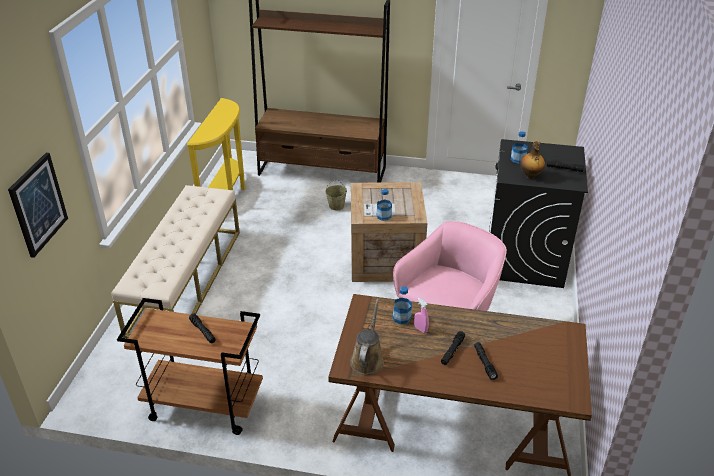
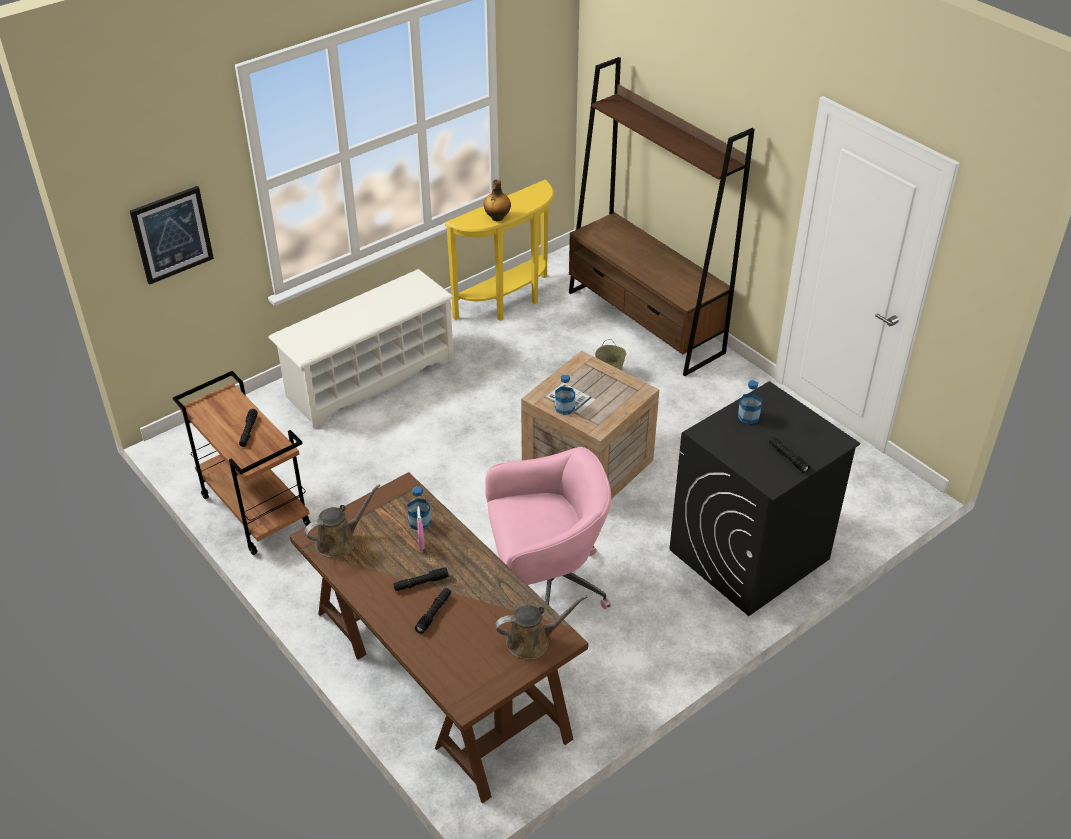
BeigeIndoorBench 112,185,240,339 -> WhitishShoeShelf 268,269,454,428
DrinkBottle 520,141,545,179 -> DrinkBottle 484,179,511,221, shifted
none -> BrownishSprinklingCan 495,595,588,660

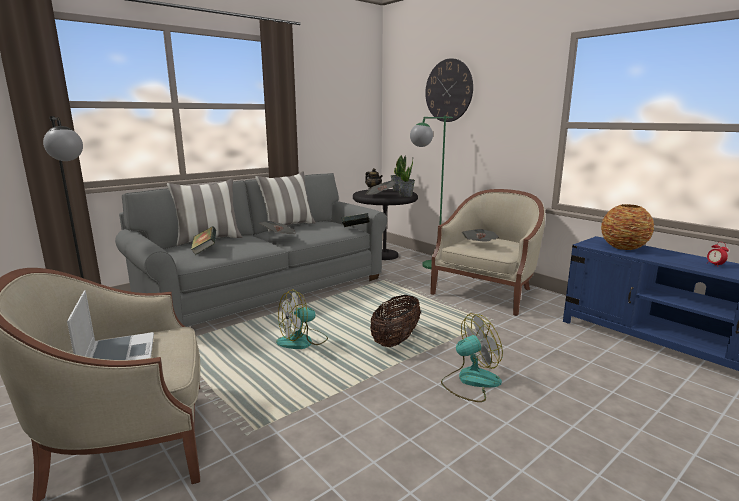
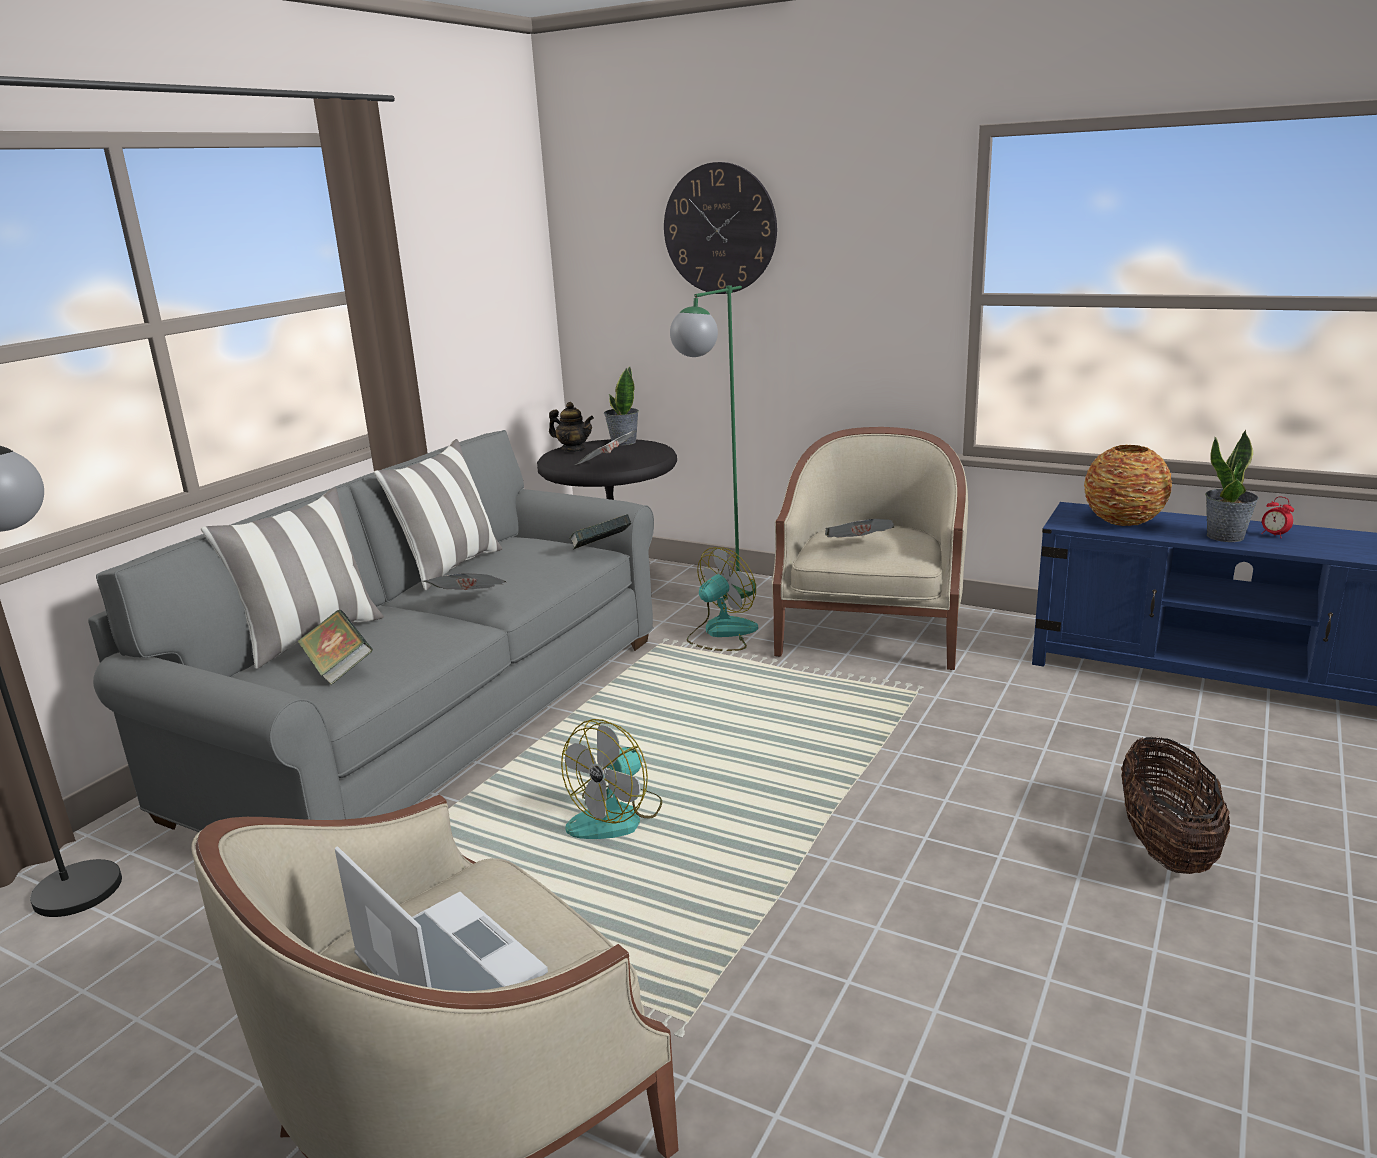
HouseholdBasket 370,295,421,347 -> HouseholdBasket 1121,736,1230,874, shifted
Houseplant 398,158,415,197 -> Houseplant 1205,430,1259,542, shifted
Fan 441,313,503,402 -> Fan 687,547,758,651, shifted

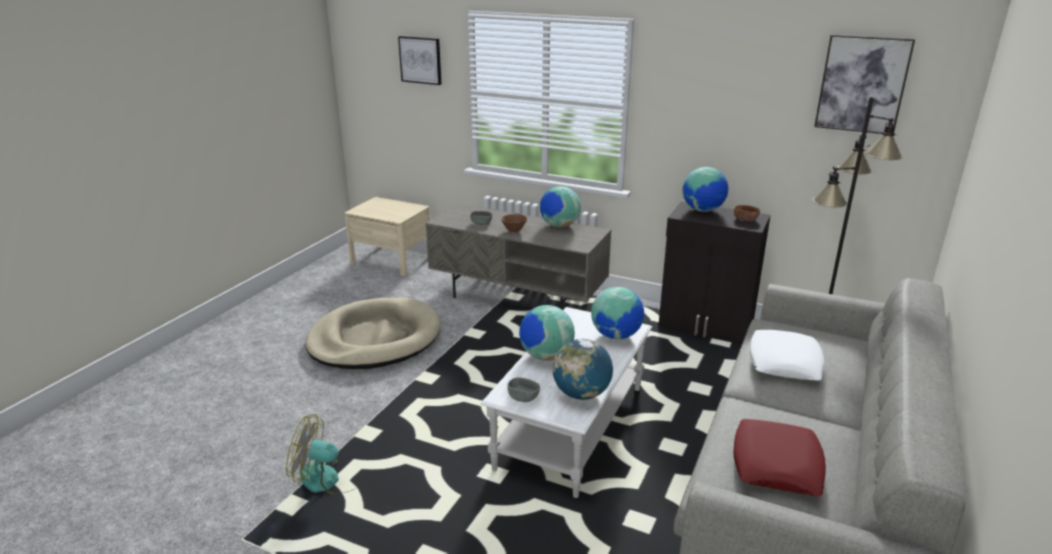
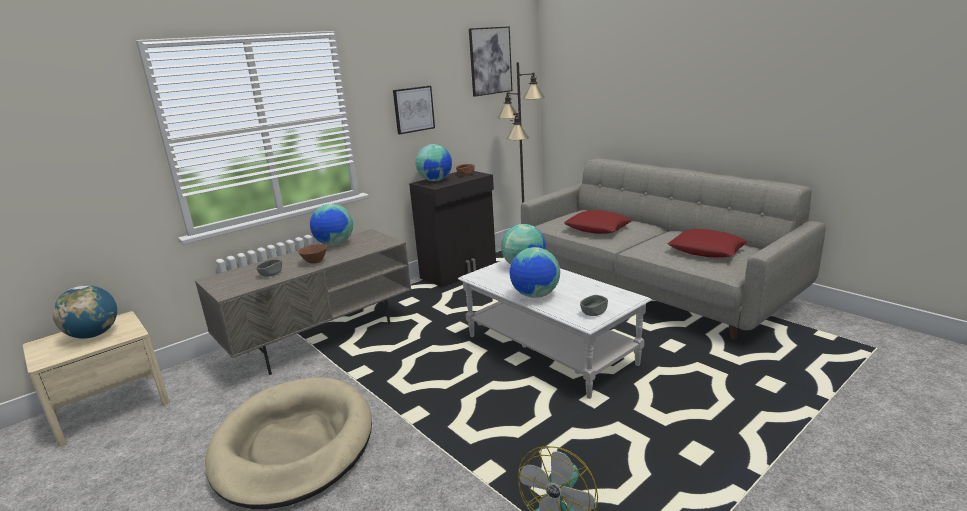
WallPicture 398,36,441,85 -> WallPicture 393,86,435,134, shifted
DeskGlobe 552,339,613,400 -> DeskGlobe 53,285,117,339, shifted
WhitishCushion 750,330,824,380 -> ReddishCushion 564,210,632,234

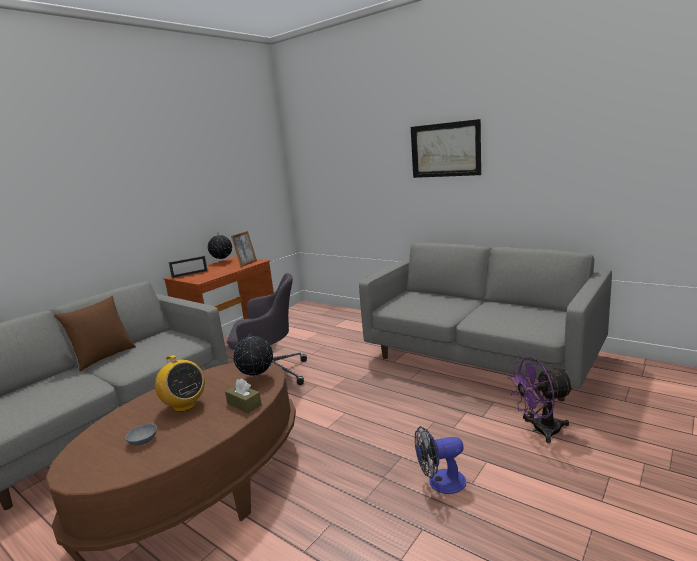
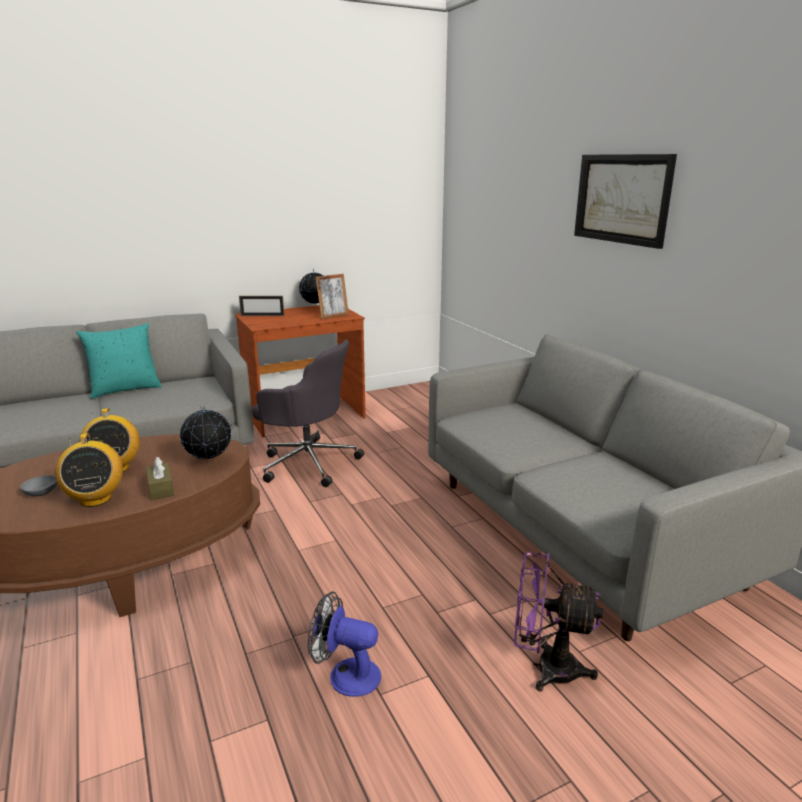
BrownishCushion 54,296,136,371 -> BlueGreenCushion 76,323,162,399
none -> Radio 55,433,123,507

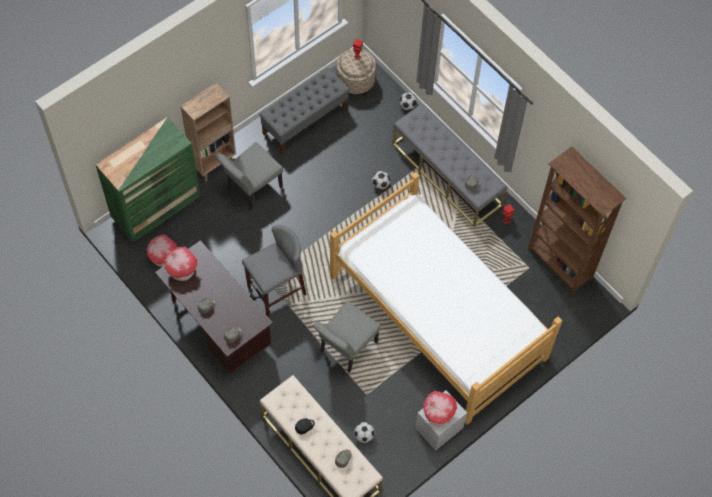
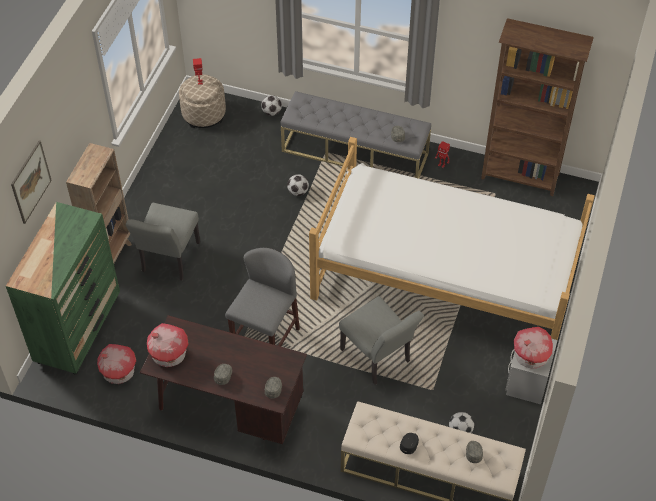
GreyIndoorBench 259,68,350,154 -> none
GreyUprightChair 313,301,381,373 -> GreyUprightChair 339,296,424,385, 45 degrees counterclockwise
none -> WallPicture 11,141,52,224

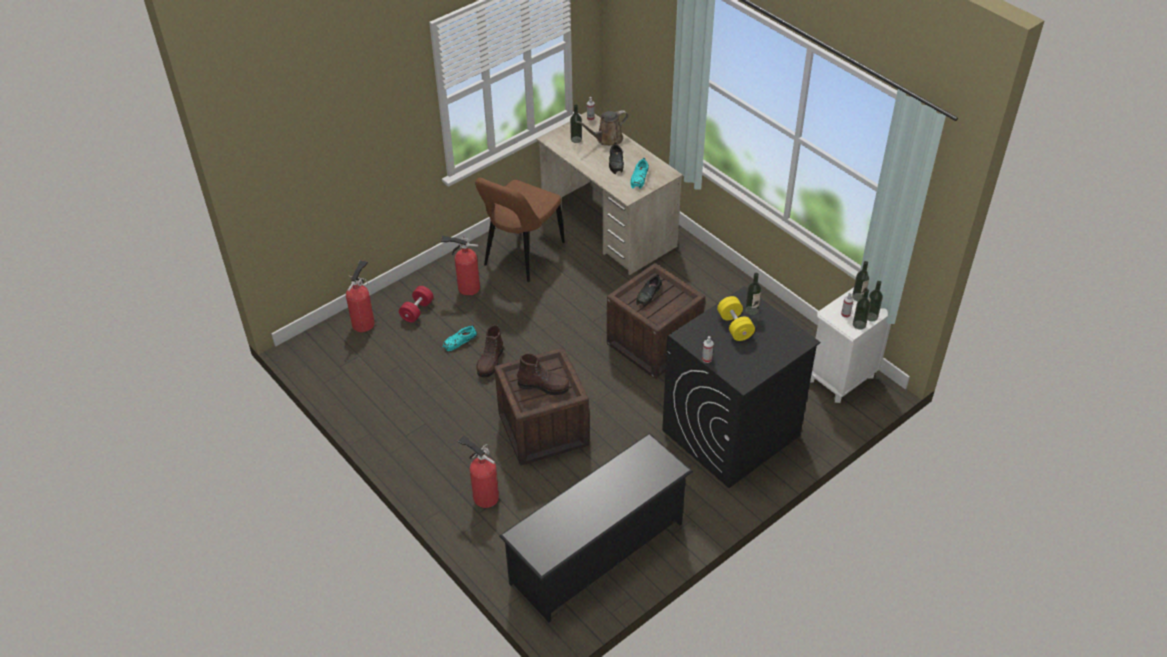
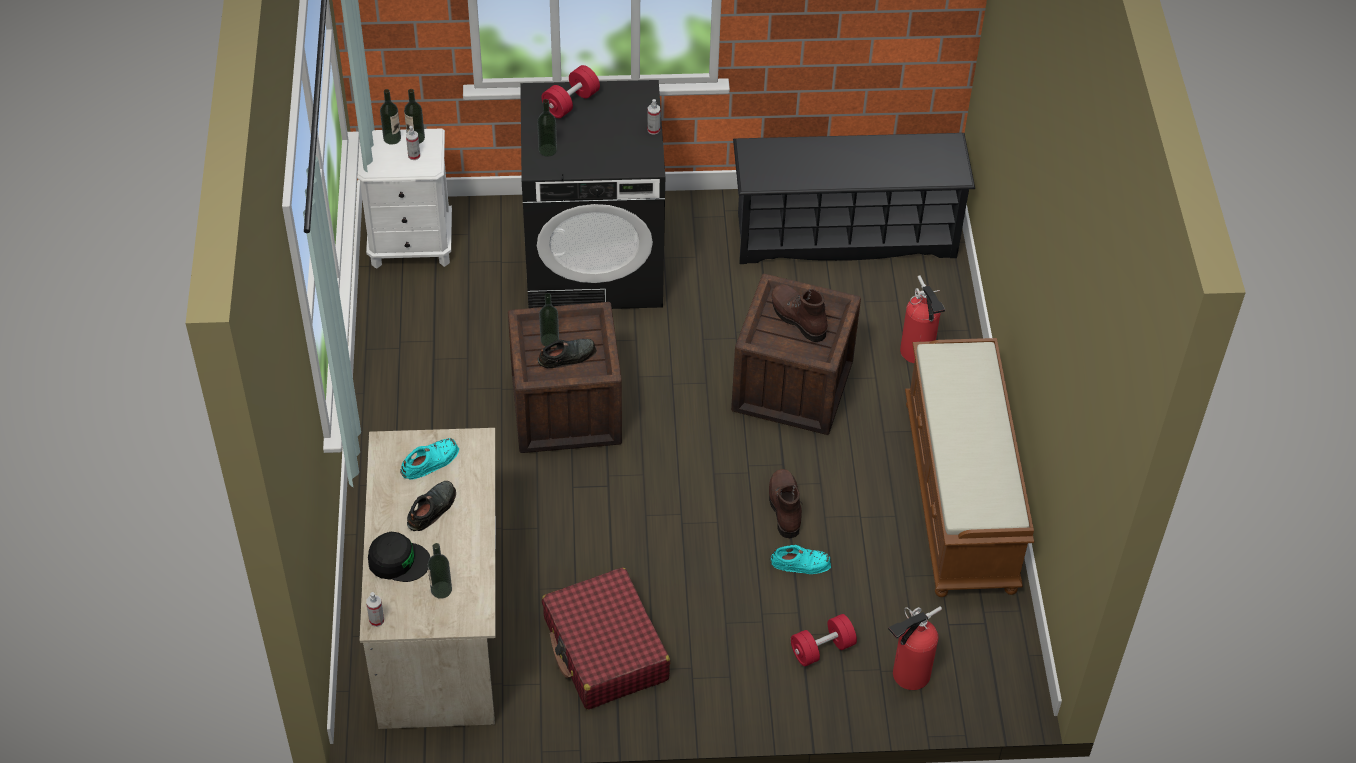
Extinguisher 441,235,480,296 -> none
BrownishUprightChair 475,178,565,282 -> ReddishPieceOfLuggage 542,568,670,710
BrownishHighTopBoot 476,325,503,377 -> BrownishHighTopBoot 769,469,802,538, 60 degrees counterclockwise
BrownishSprinklingCan 576,110,628,146 -> BlackColouredBaseballCap 368,532,430,582
YellowDumbbell 717,296,755,341 -> none
DrinkBottle 852,261,869,301 -> DrinkBottle 539,293,559,347, shifted
none -> ReddishDumbbell 541,65,600,118
none -> BrownishIndoorBench 905,338,1034,597

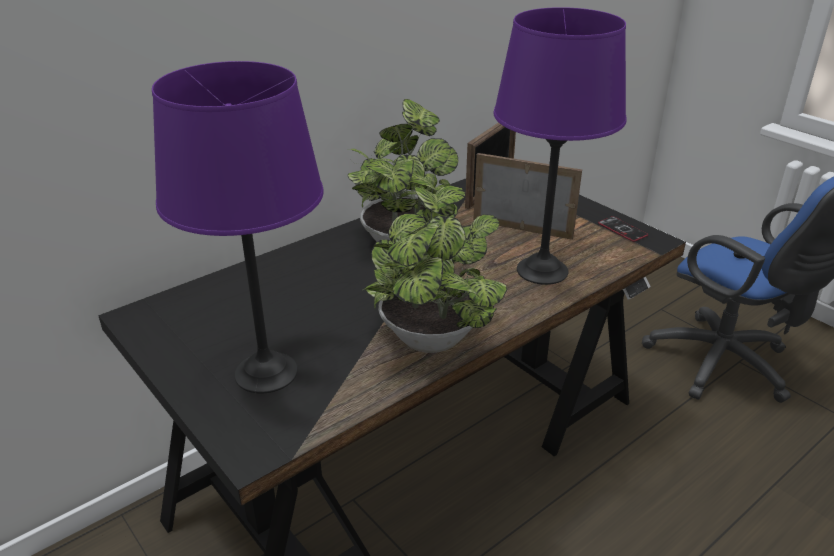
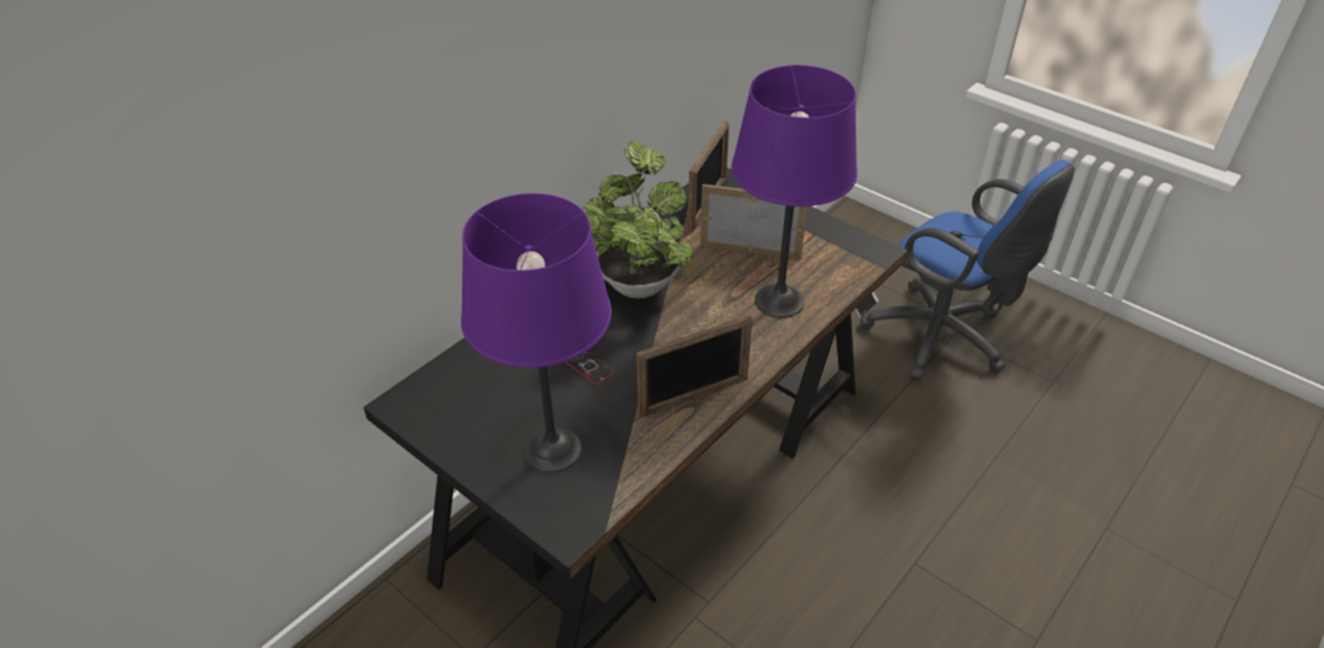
Houseplant 363,185,507,353 -> StandingFrame 637,315,752,418
Telephone 598,216,648,242 -> Telephone 565,351,615,385, shifted

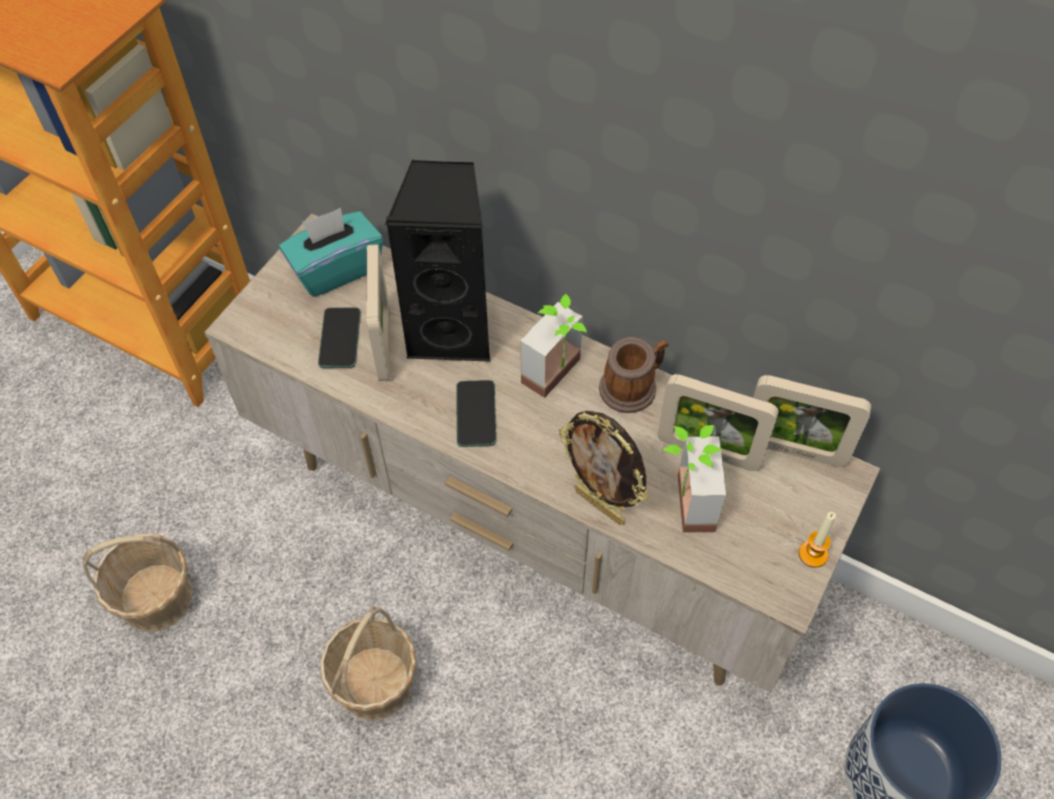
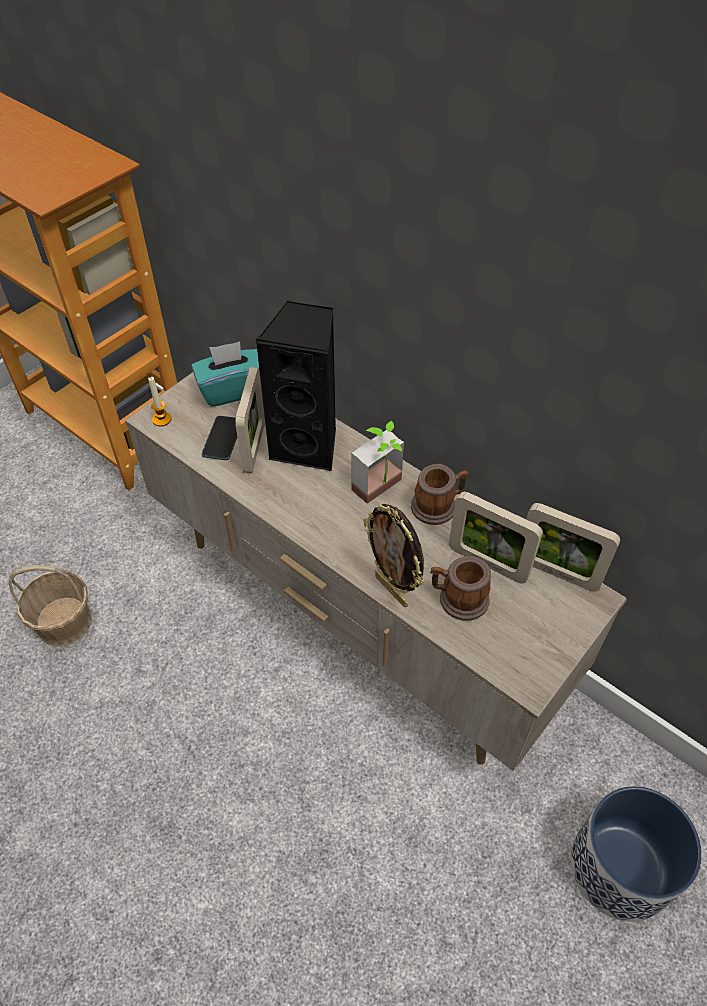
HouseholdBasket 320,605,417,721 -> none
Telephone 456,380,496,447 -> none
Houseplant 663,425,726,532 -> TeaMug 430,556,491,621
WaxLight 799,512,836,568 -> WaxLight 149,377,172,426, shifted

